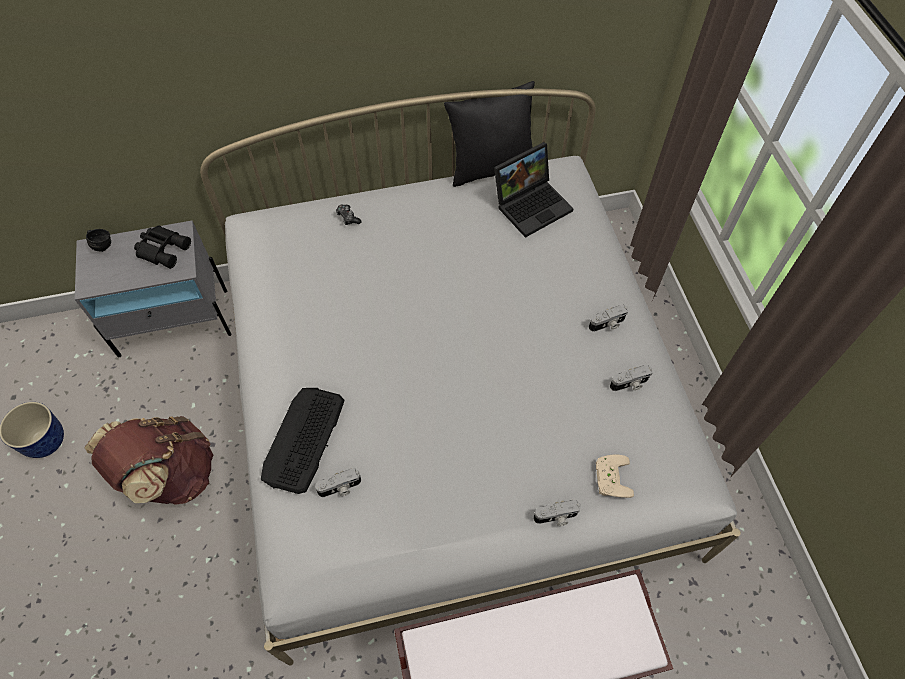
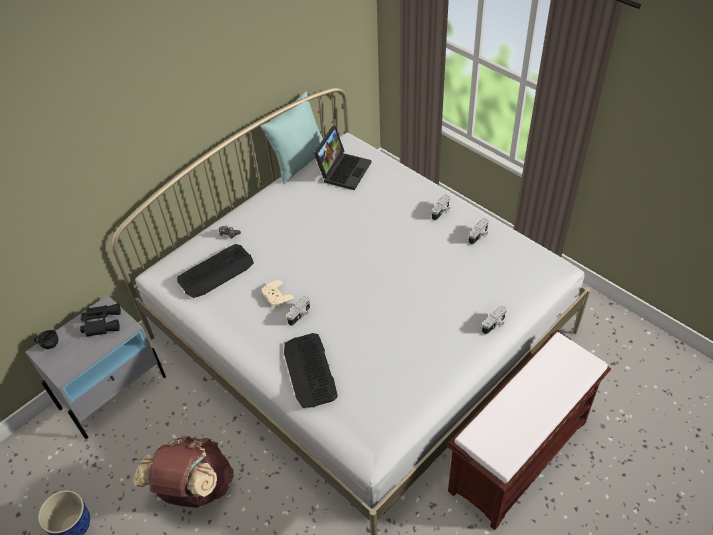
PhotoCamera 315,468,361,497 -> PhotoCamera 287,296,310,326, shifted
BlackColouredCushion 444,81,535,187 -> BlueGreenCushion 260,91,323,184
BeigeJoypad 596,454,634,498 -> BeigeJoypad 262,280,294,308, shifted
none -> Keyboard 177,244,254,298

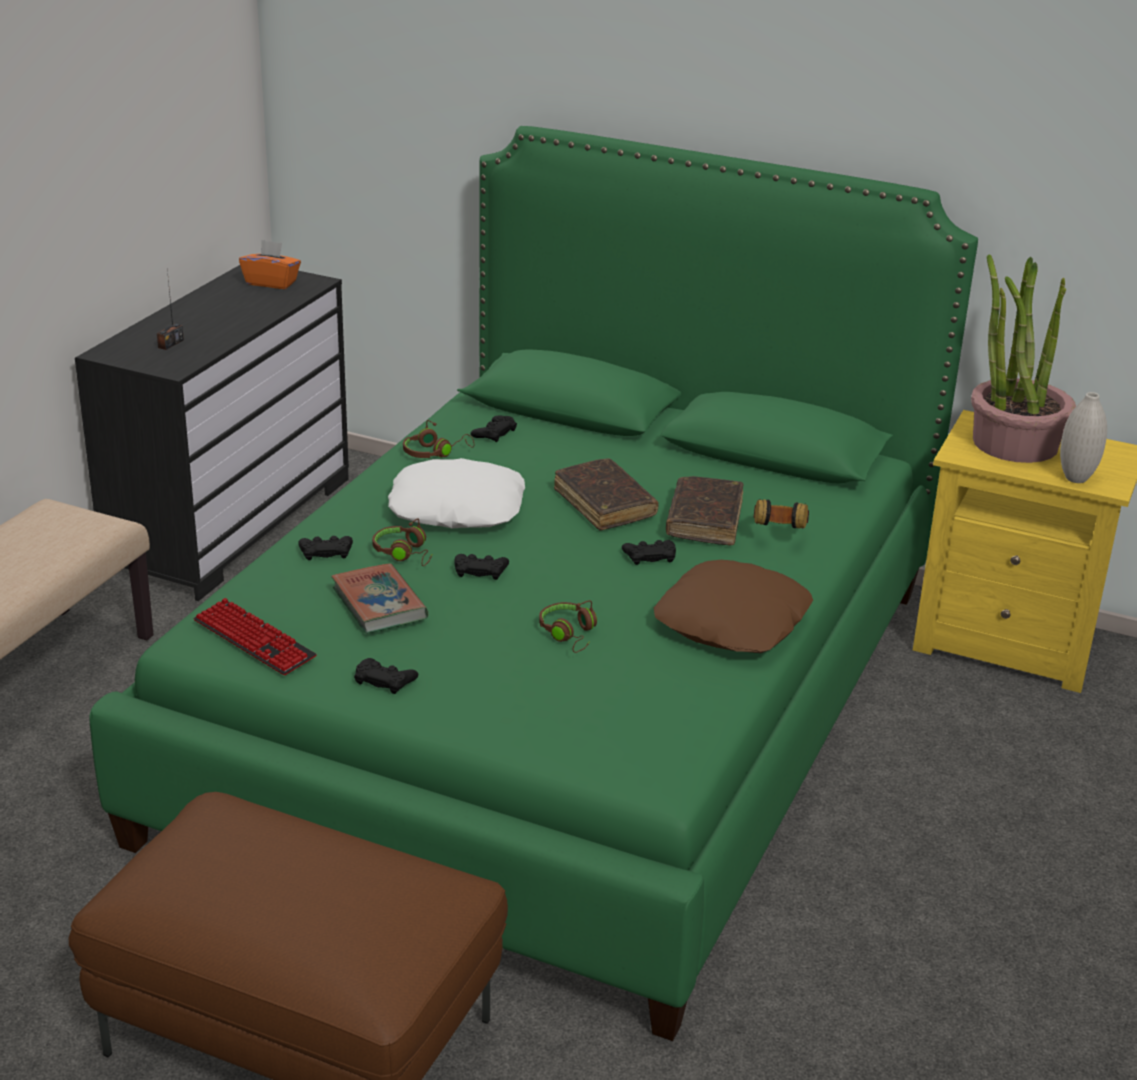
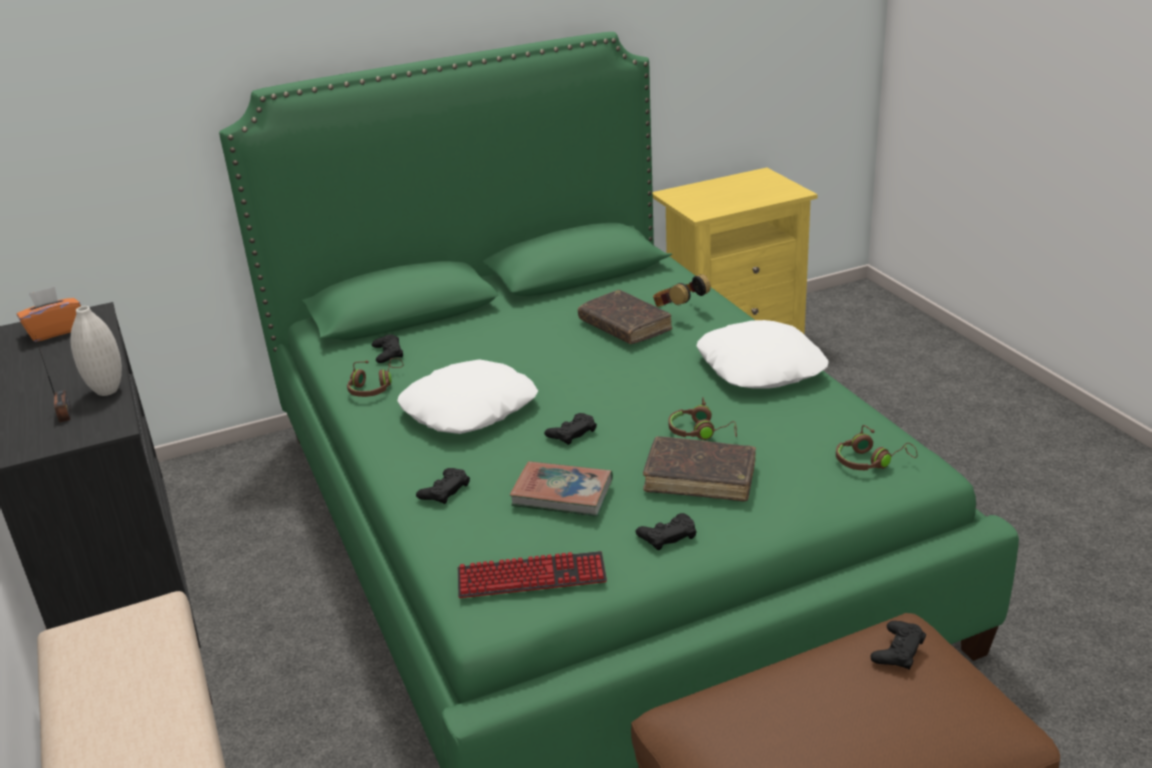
BrownishPairOfHeadphones 372,518,432,566 -> BrownishPairOfHeadphones 836,425,918,470, shifted
BrownishBook 554,458,658,531 -> BrownishBook 643,436,756,501, shifted
BlackColouredJoypad 622,540,676,565 -> BlackColouredJoypad 870,621,926,670, shifted
BrownishCushion 654,560,813,653 -> WhitishCushion 697,320,828,389
Houseplant 971,254,1076,463 -> none
WhitishDecorativeVase 1060,392,1107,483 -> WhitishDecorativeVase 71,306,122,396, shifted

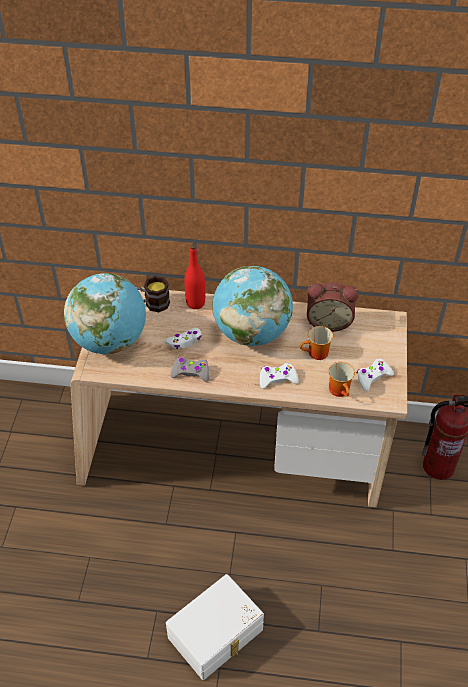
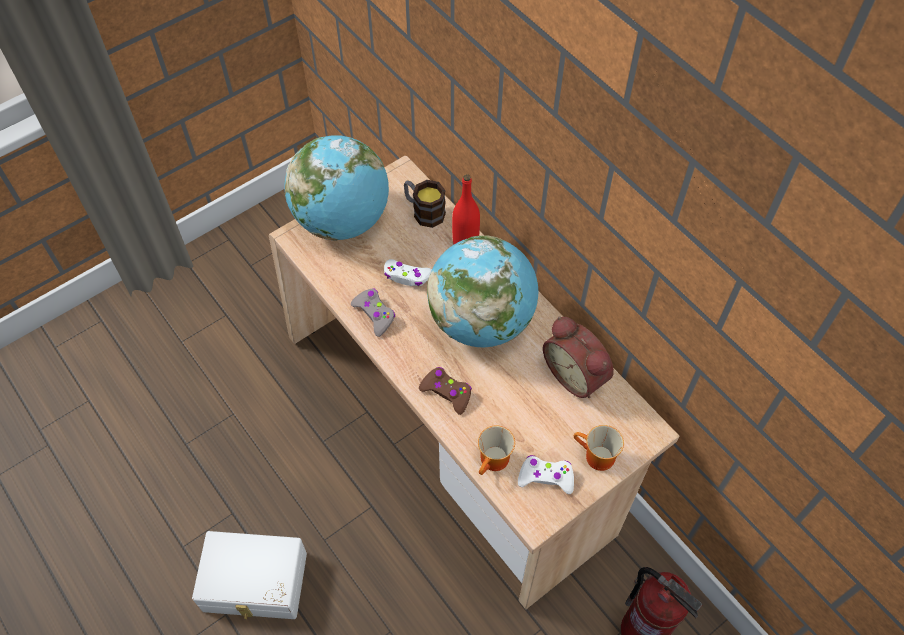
WhitishJoypad 260,363,299,389 -> BrownishJoypad 419,367,472,415
TeaMug 299,326,333,360 -> TeaMug 574,425,624,471, shifted

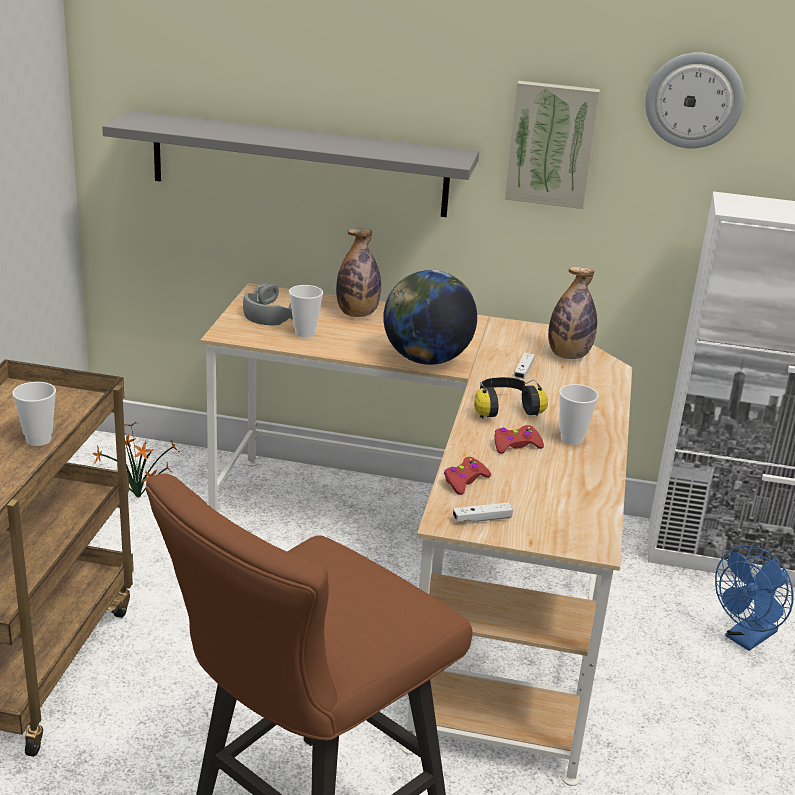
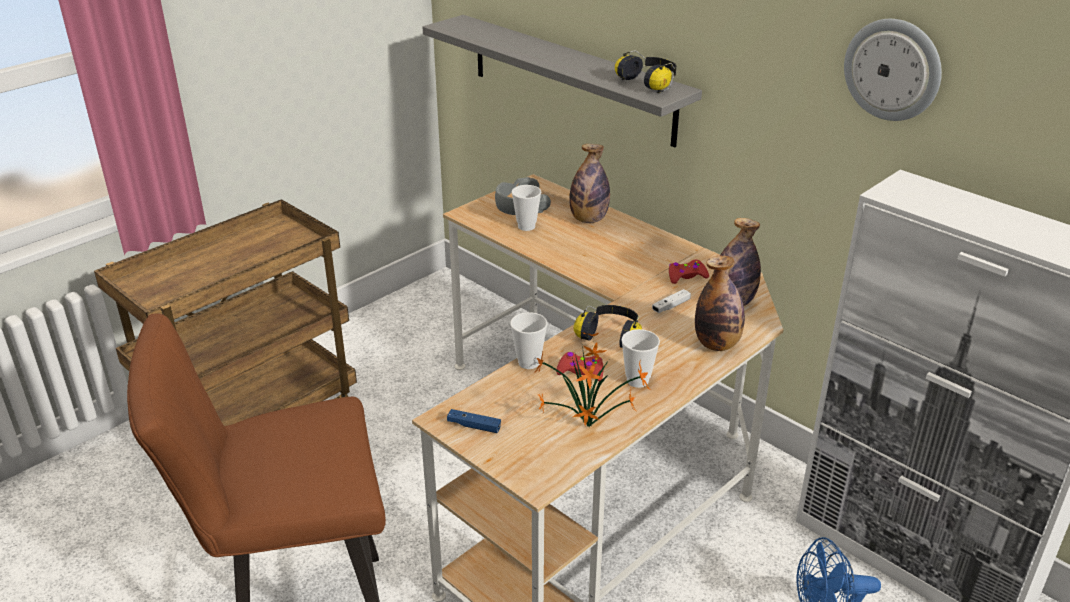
DrinkingCup 12,382,56,446 -> DrinkingCup 510,312,547,369, shifted
Houseplant 92,422,181,498 -> Houseplant 534,332,651,427, shifted
DeskGlobe 383,270,477,365 -> none
ReddishJoypad 444,457,491,495 -> ReddishJoypad 669,260,709,284, shifted
WhitishJoypad 453,503,513,522 -> BlueColouredJoypad 447,409,501,433
WallPicture 505,81,600,209 -> none
none -> PairOfHeadphones 615,51,676,93
none -> DrinkBottle 695,256,745,351

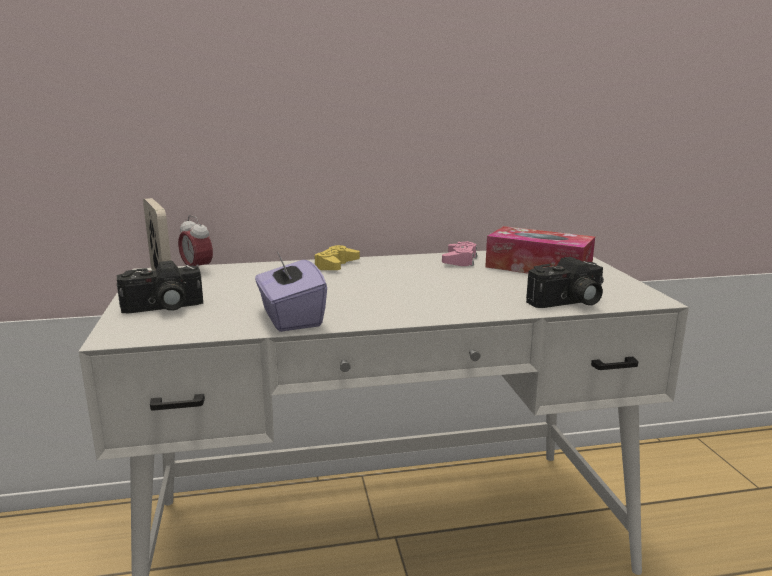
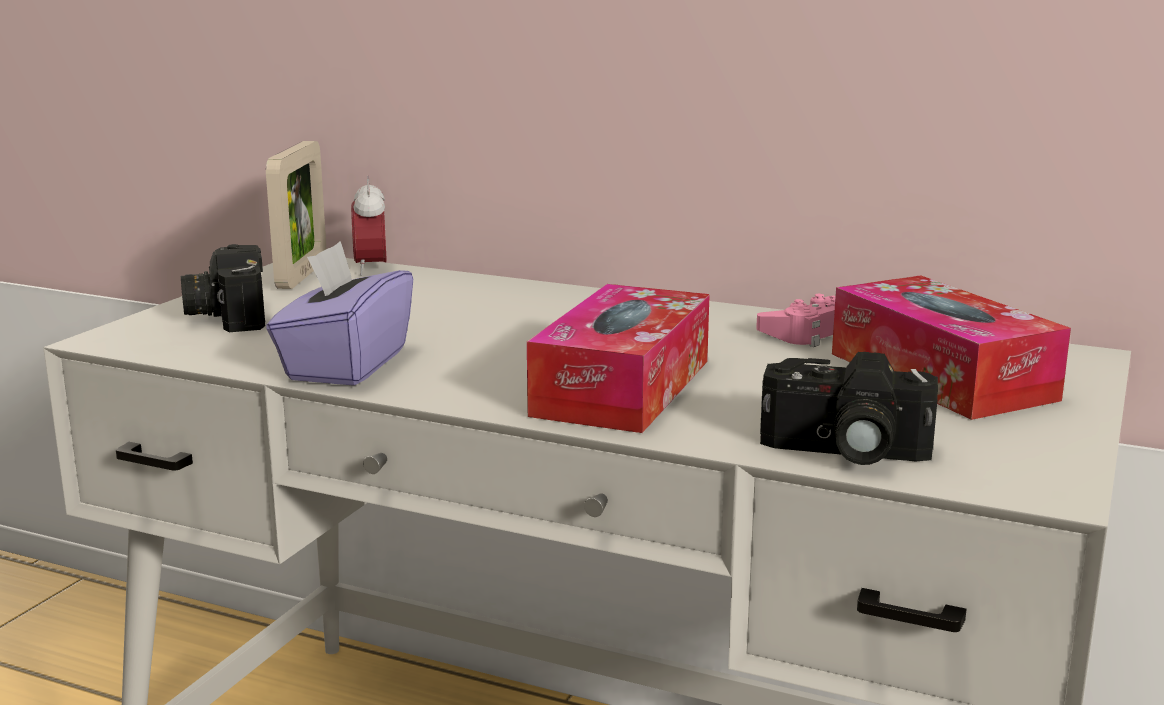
PhotoCamera 117,261,203,313 -> PhotoCamera 181,244,265,332, 60 degrees clockwise
YellowJoypad 314,245,360,270 -> none
none -> BoxOfTissues 527,284,710,433

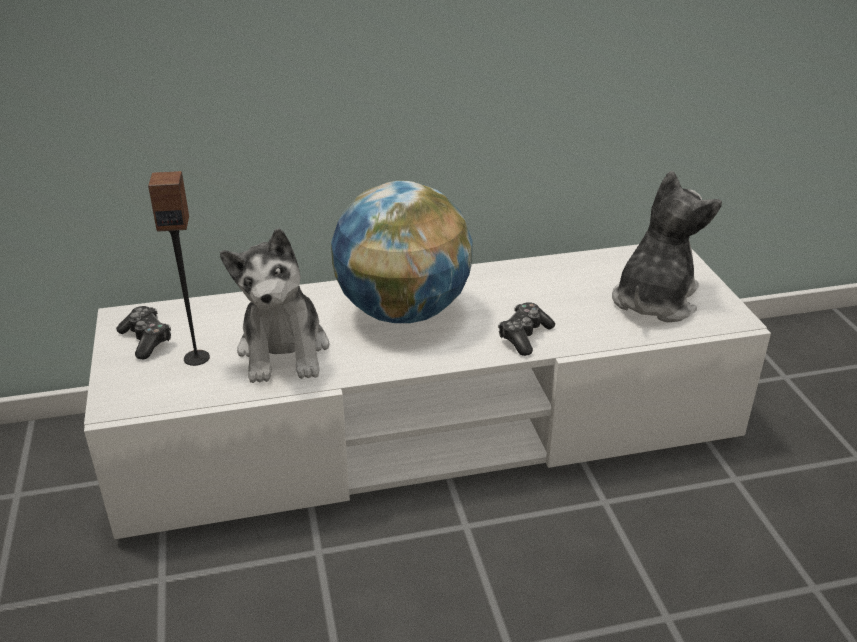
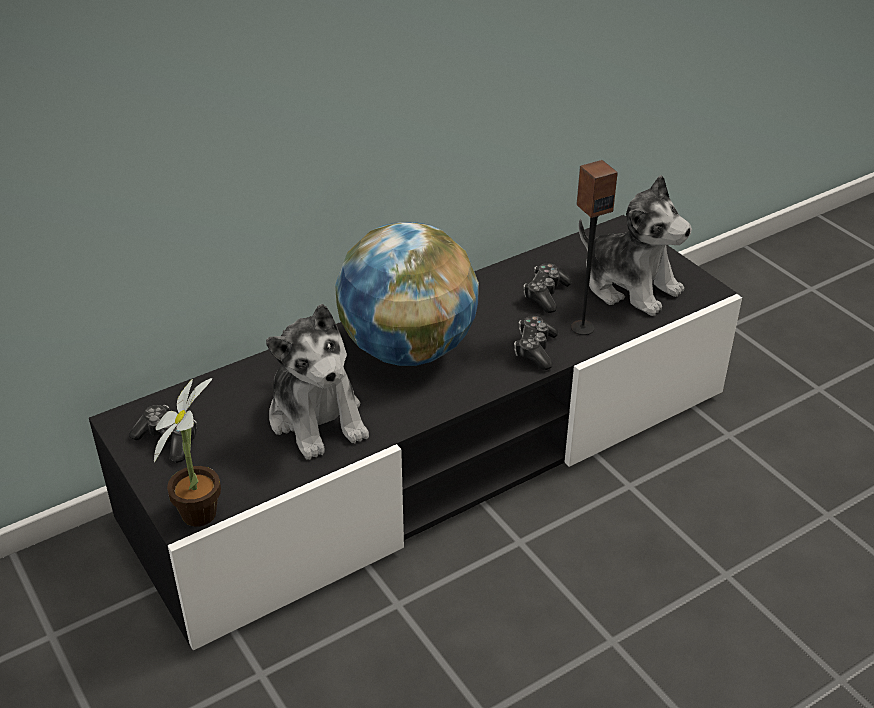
WhitishTvUnit 84,244,771,539 -> BlackColouredTvUnit 89,215,742,651
Loudspeaker 148,171,210,366 -> Loudspeaker 571,160,618,335, shifted
PlushToy 612,171,722,322 -> PlushToy 579,175,692,316, 120 degrees clockwise
none -> Houseplant 154,378,221,527
none -> Joypad 523,263,572,313

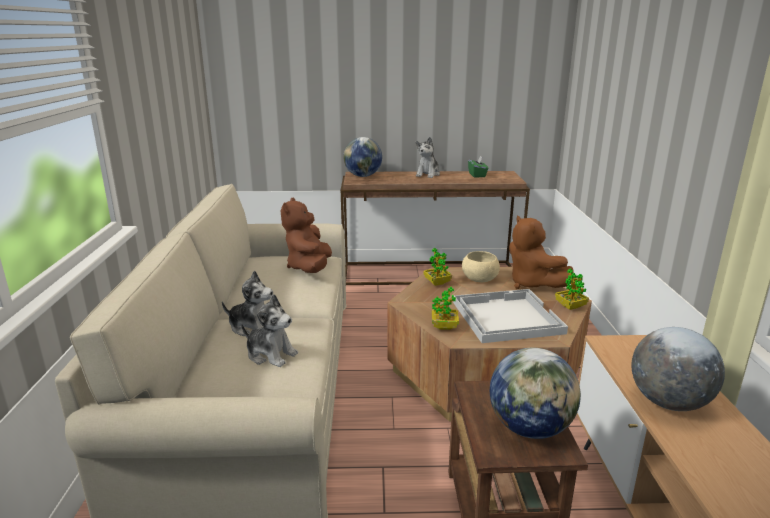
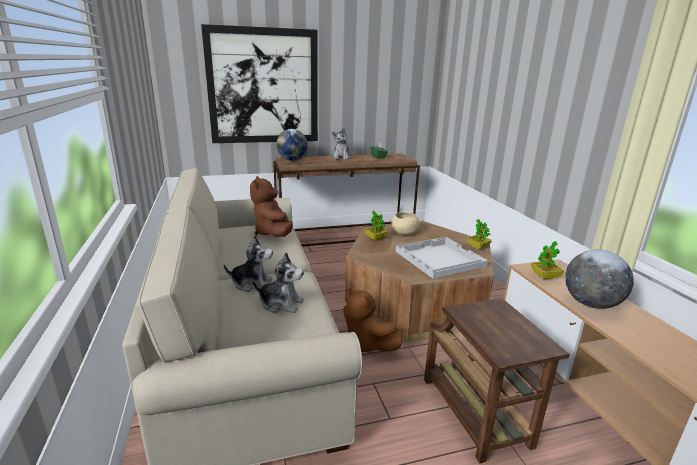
Houseplant 432,287,459,330 -> Houseplant 531,241,564,280, shifted
DeskGlobe 490,348,581,439 -> none
BrownishPlushToy 509,215,574,289 -> BrownishPlushToy 343,288,402,352, shifted
none -> WallPicture 201,24,318,143

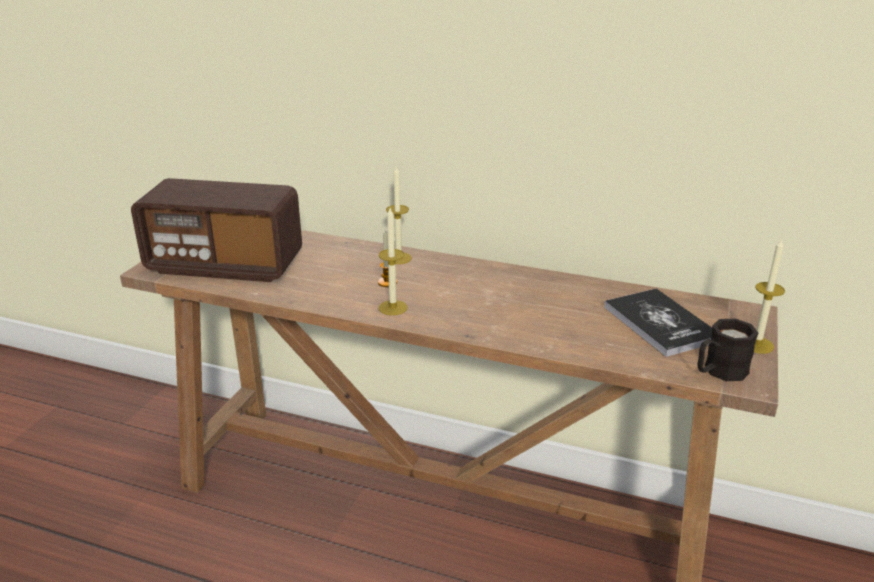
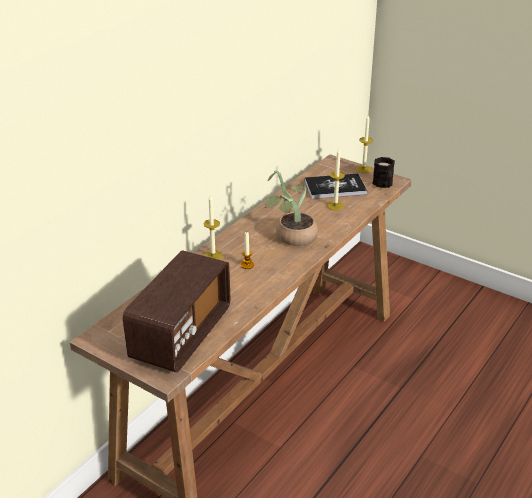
WaxLight 379,208,408,315 -> WaxLight 327,149,345,210, shifted
none -> Houseplant 264,170,318,246

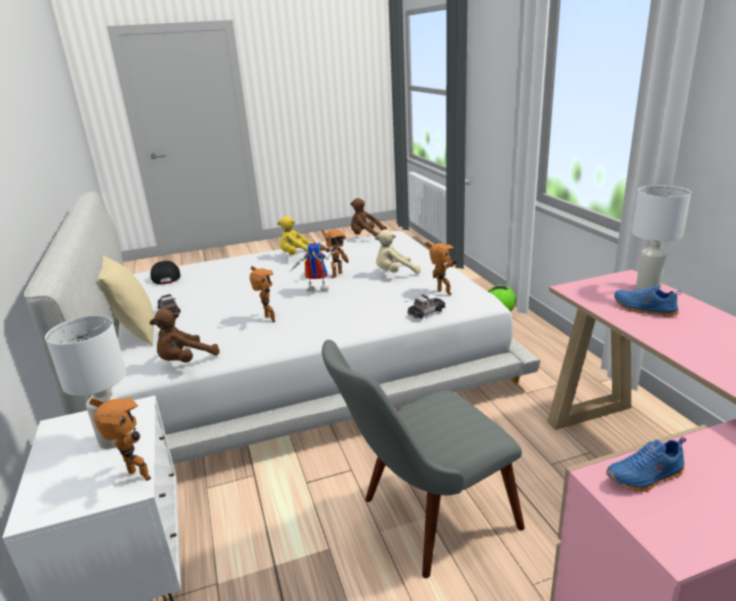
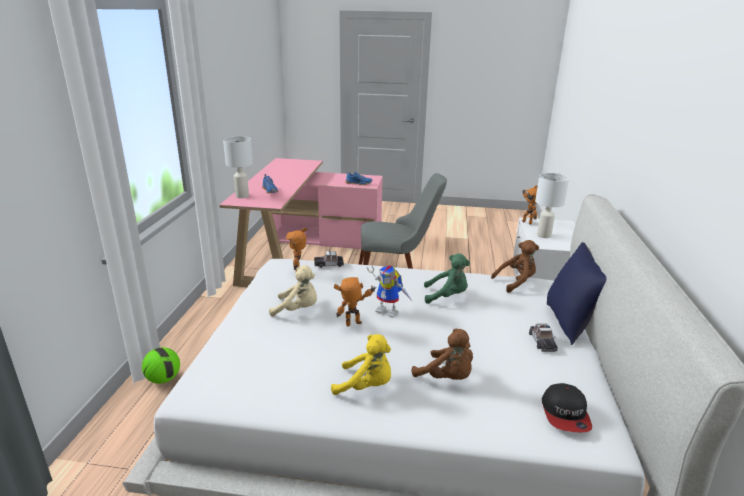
BeigeCushion 98,255,154,345 -> BlueColouredCushion 547,242,607,345
ModelRobot 250,266,275,323 -> GreenishPlushToy 424,254,470,304
BrownishPlushToy 350,198,387,237 -> BrownishPlushToy 412,329,473,380, shifted

